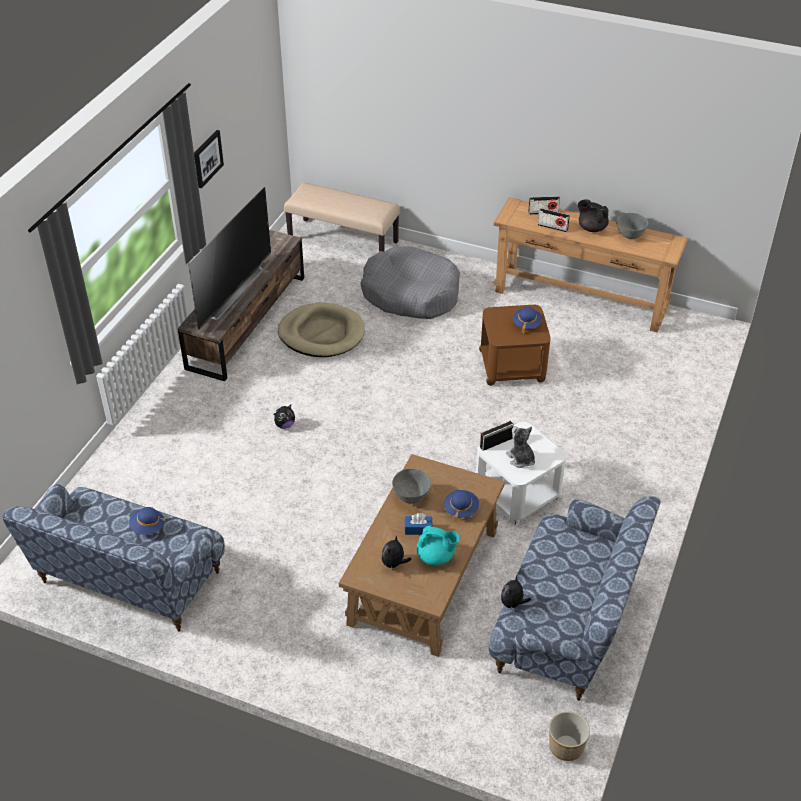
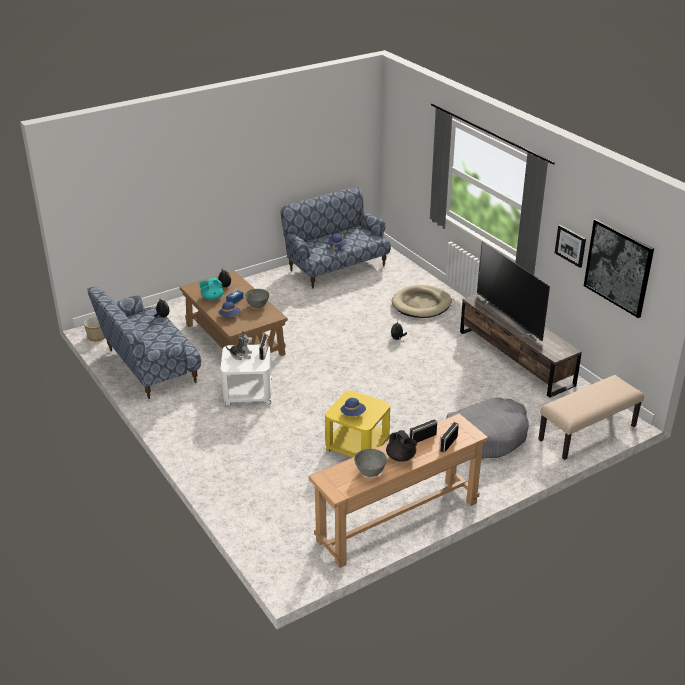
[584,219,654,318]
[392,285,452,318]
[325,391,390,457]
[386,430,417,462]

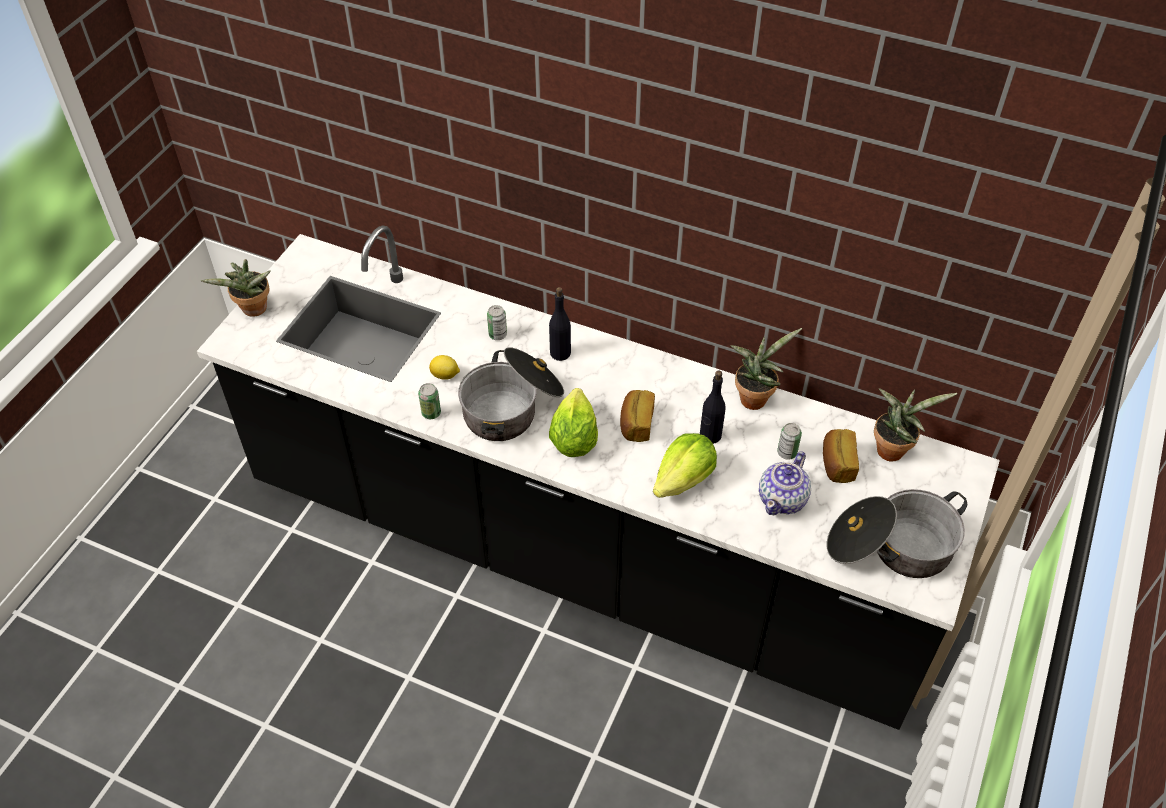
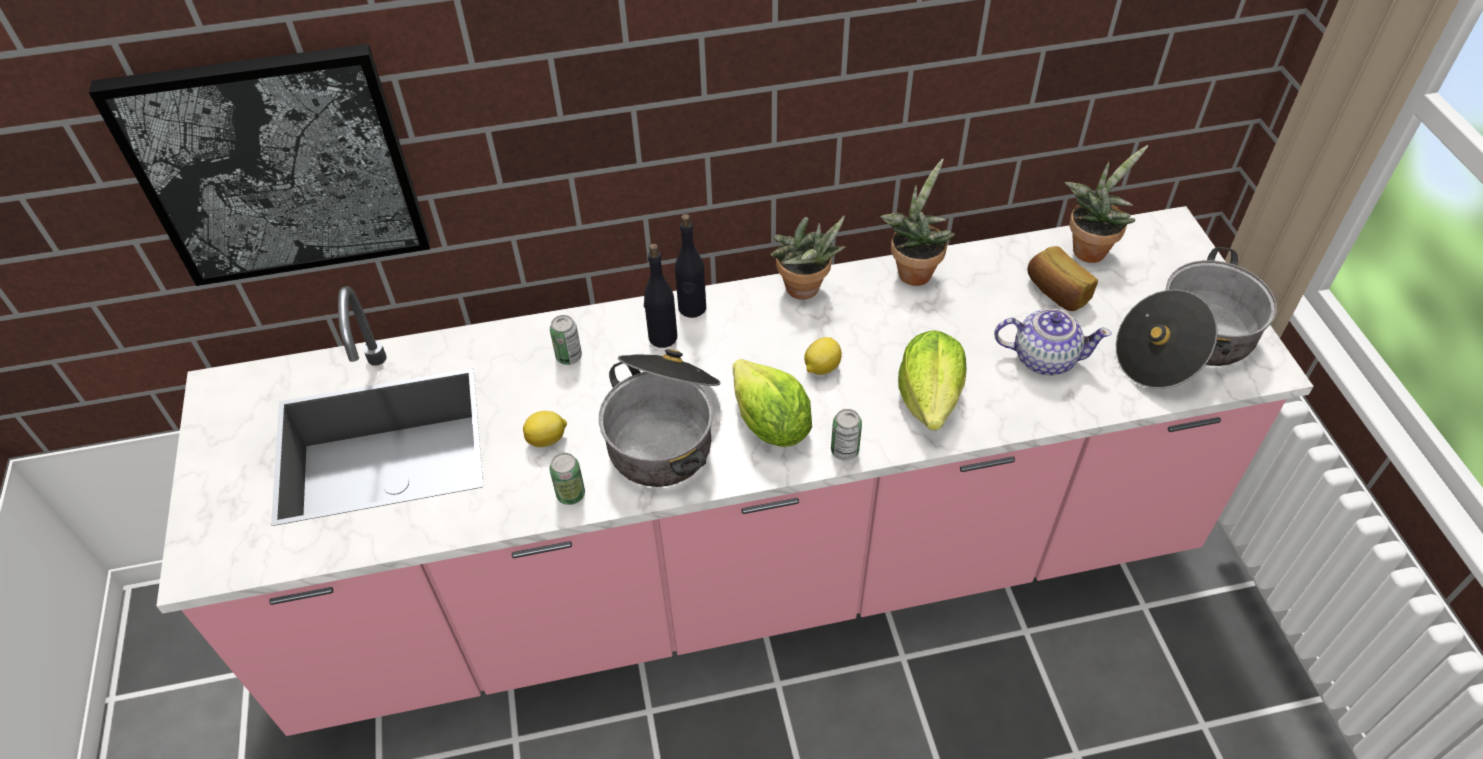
[89,44,430,286]
[771,216,846,300]
[675,214,706,318]
[831,409,862,461]
[804,337,842,375]
[156,206,1314,736]
[994,309,1112,375]

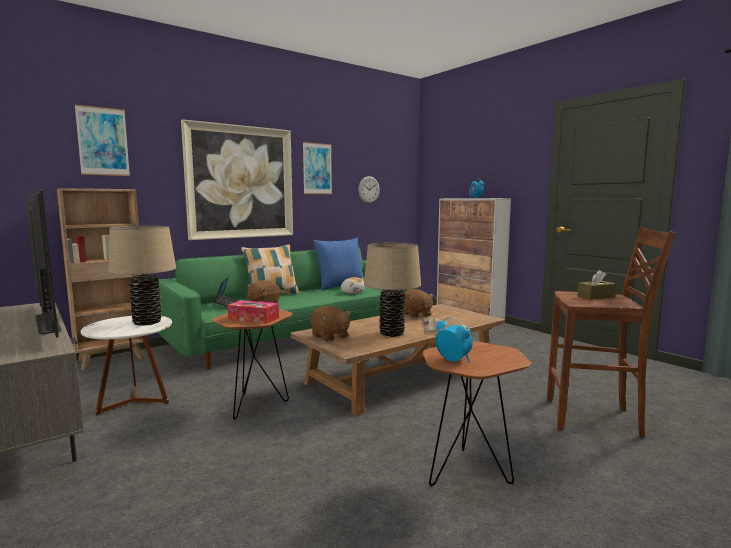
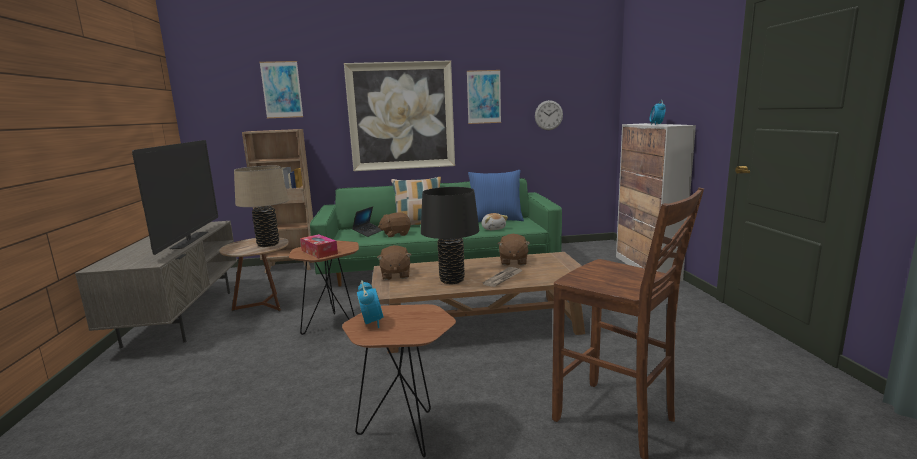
[577,270,616,300] (first image)
[219,237,289,311]
[421,187,479,284]

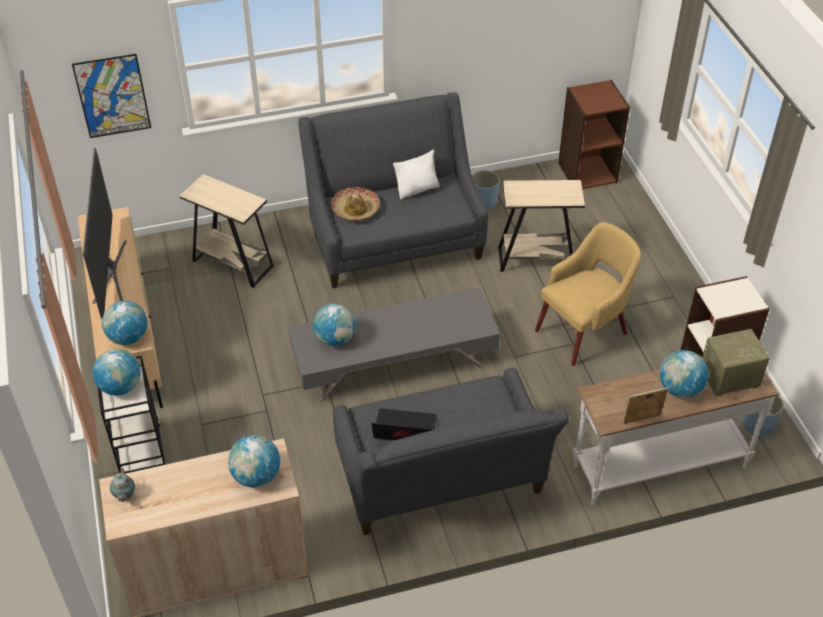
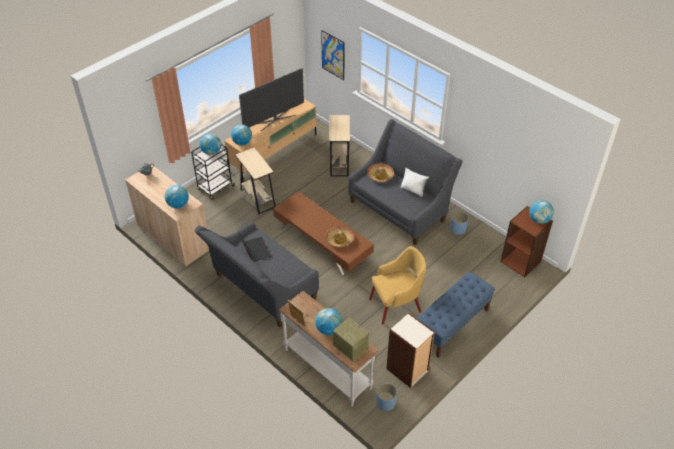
[325,226,354,247]
[417,271,495,358]
[529,200,554,224]
[235,148,276,214]
[273,191,374,275]
[369,246,426,325]

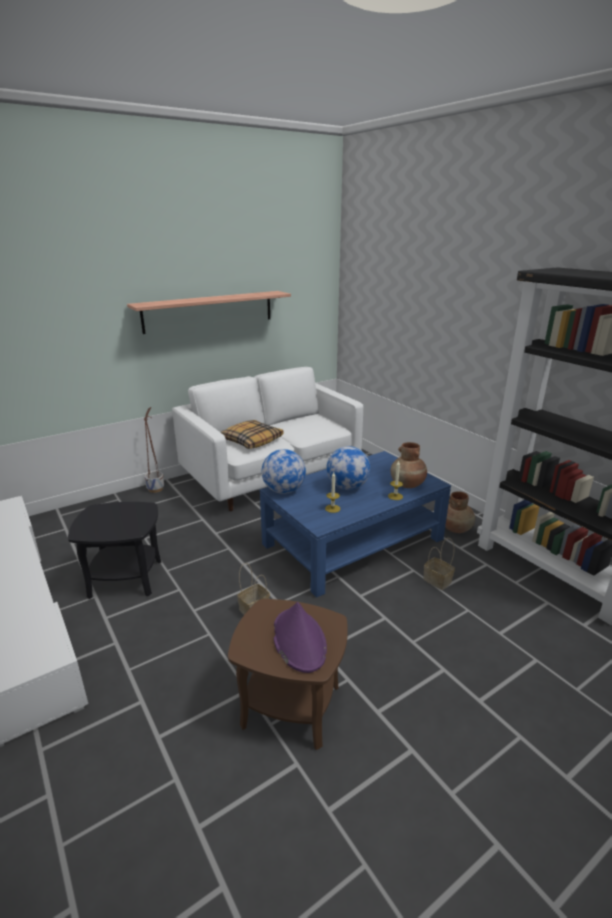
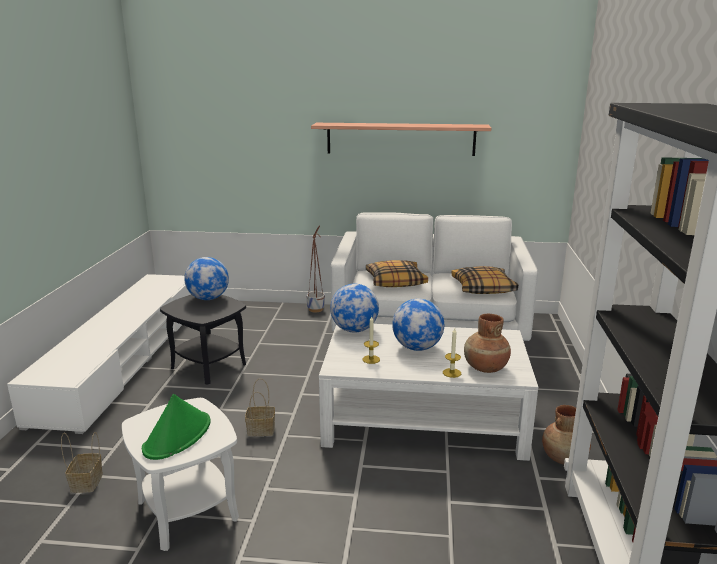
[184,257,229,300]
[451,266,518,294]
[61,432,103,493]
[122,398,239,551]
[319,324,538,461]
[142,394,211,460]

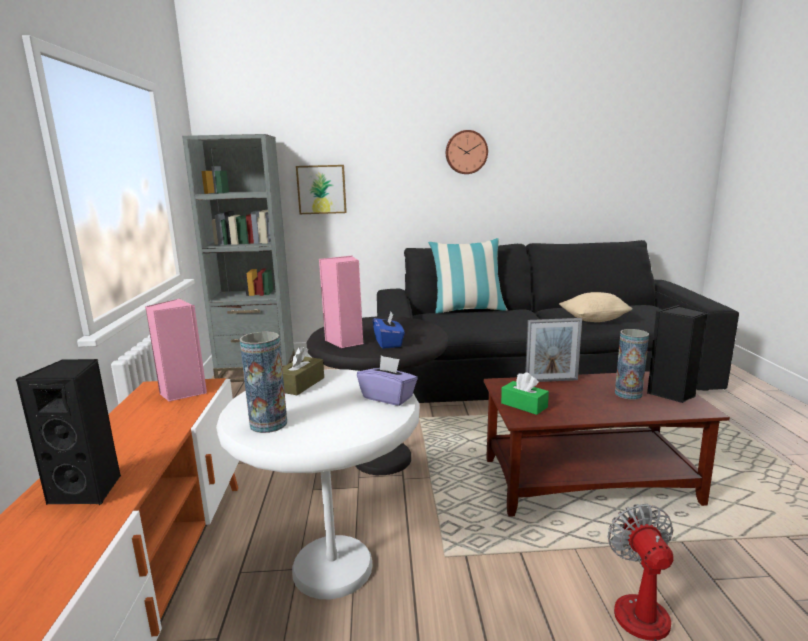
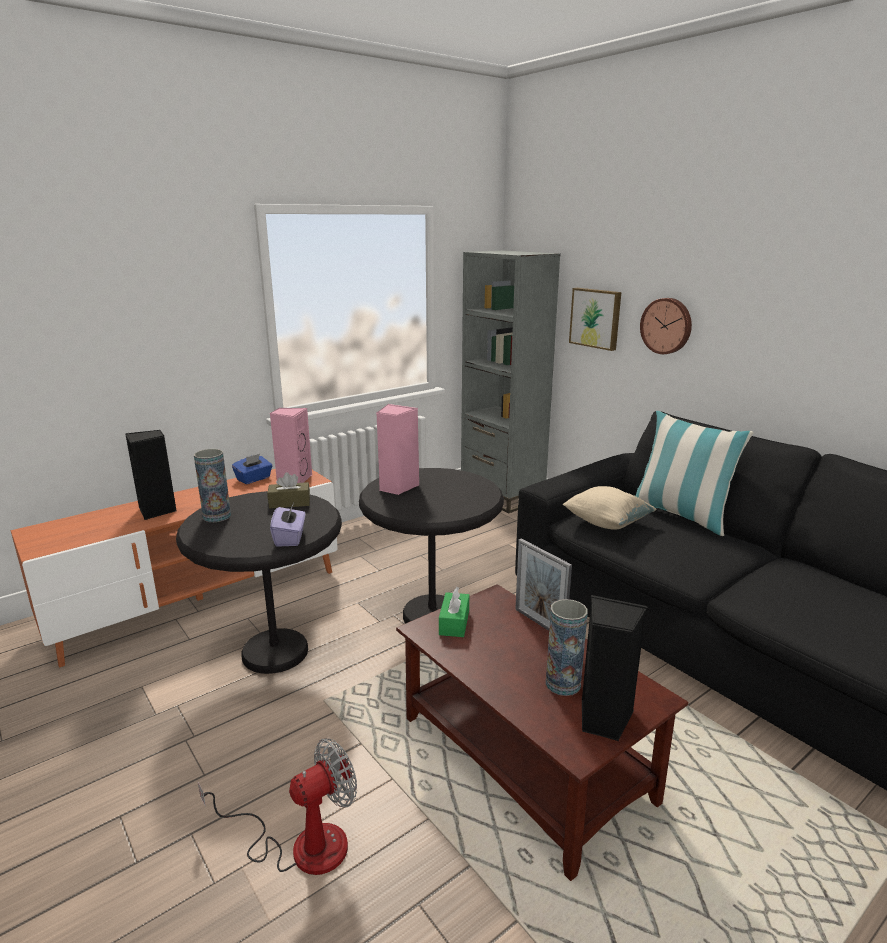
[232,454,272,484]
[640,298,692,354]
[562,486,657,530]
[176,491,342,674]

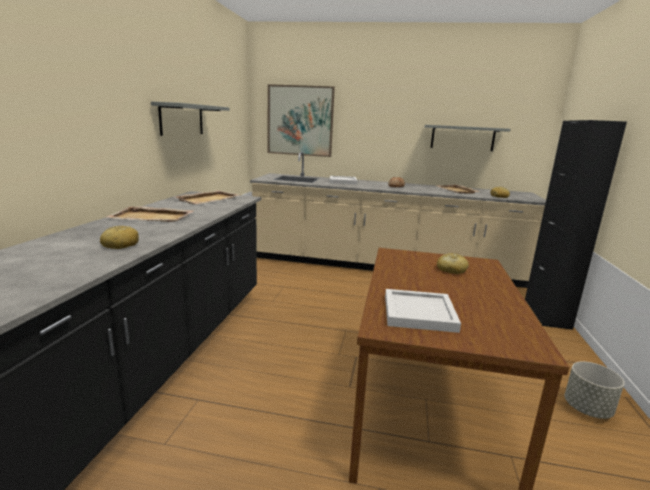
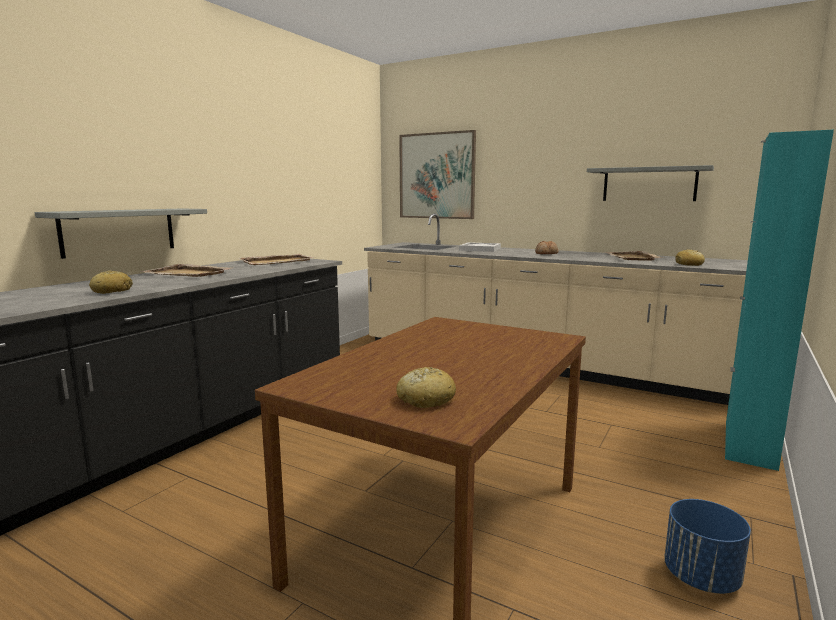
[385,289,461,333] (first image)
[35,209,207,259]
[396,367,456,408]
[725,130,834,471]
[664,499,751,594]

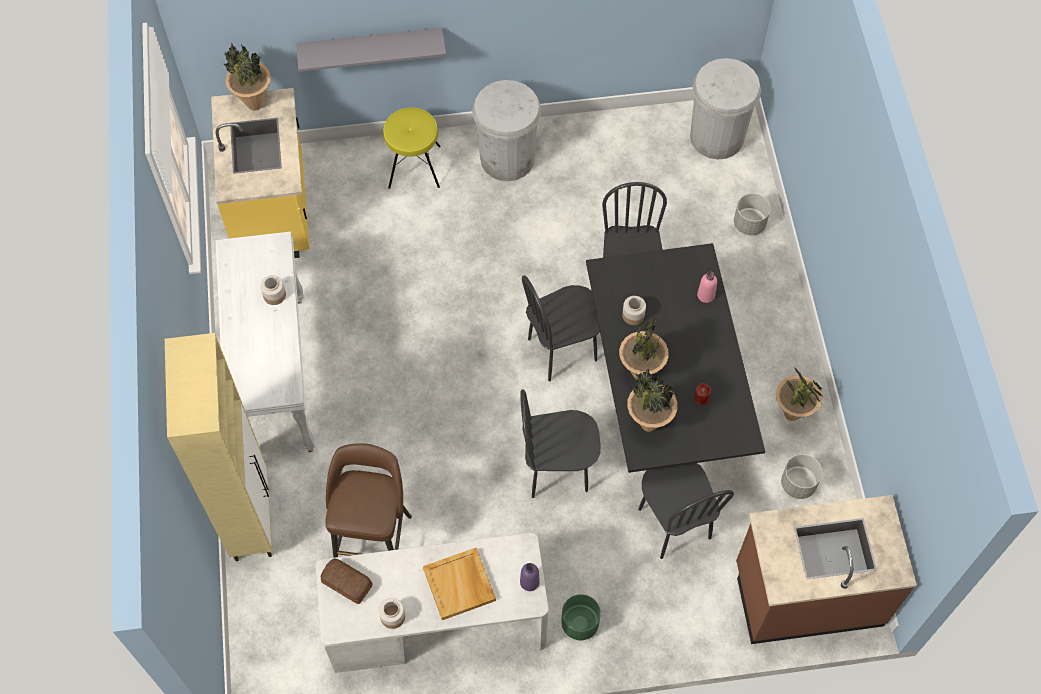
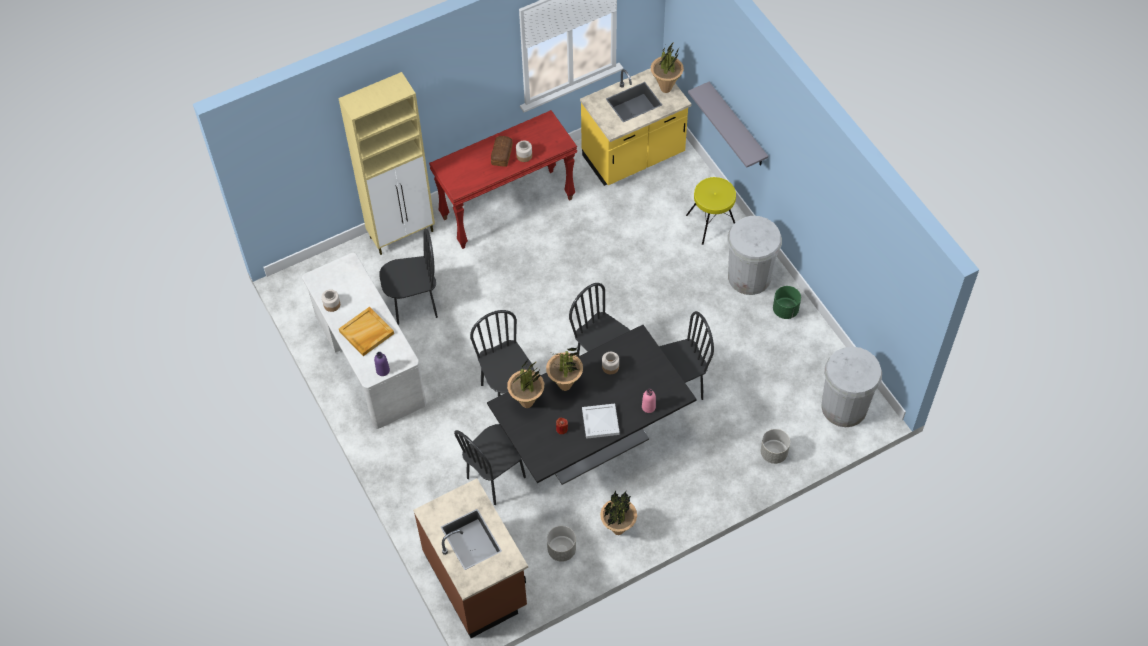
[582,403,620,439]
[491,136,513,167]
[773,286,801,319]
[379,228,438,325]
[429,110,577,249]

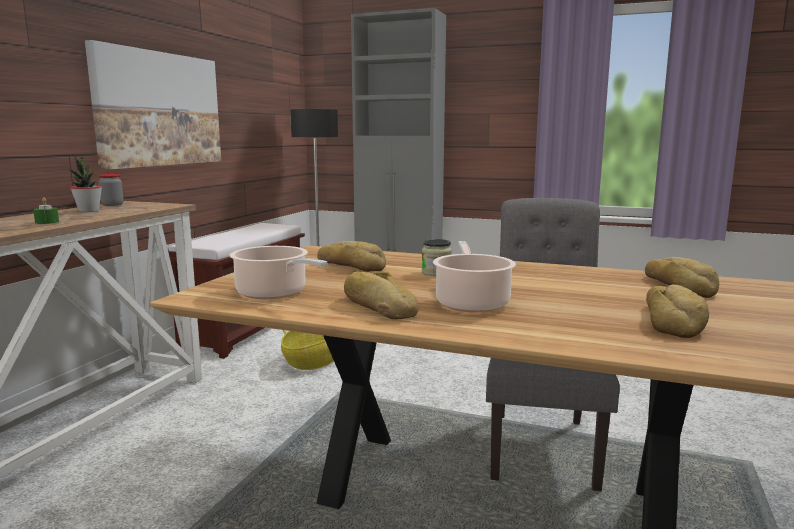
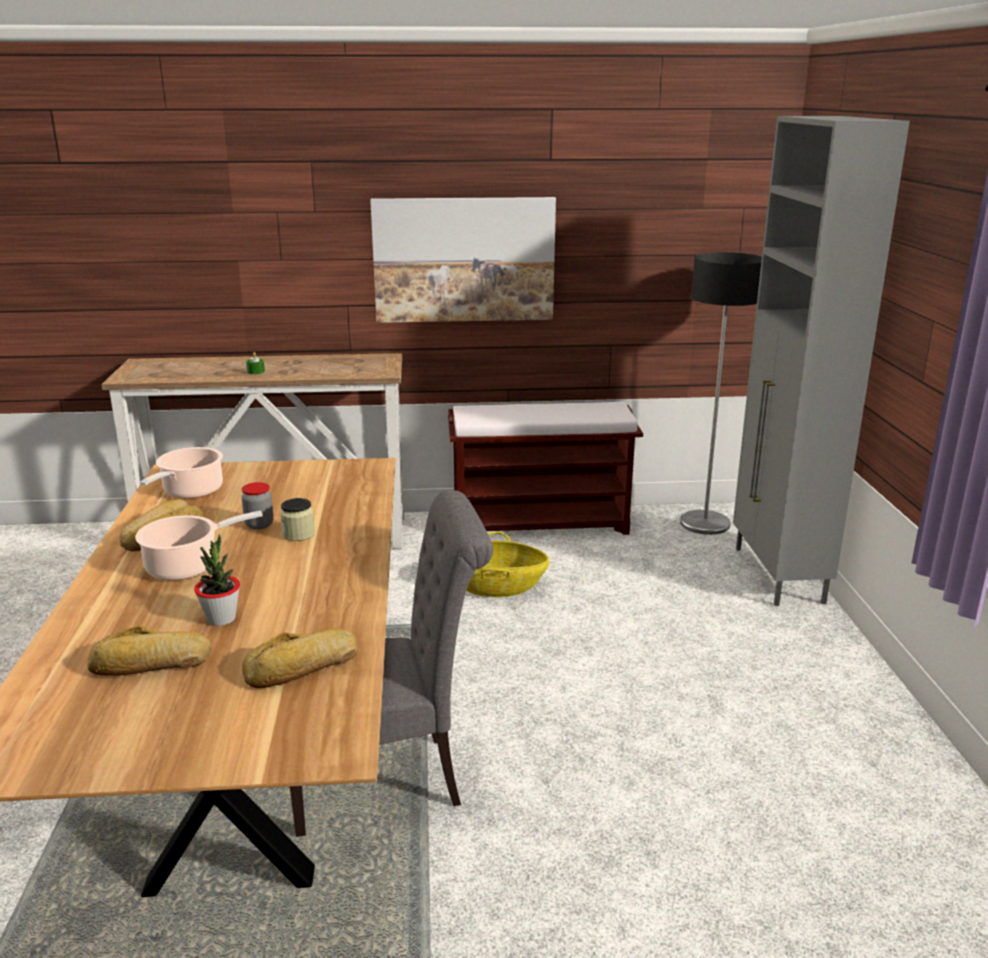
[317,241,386,272] (first image)
[194,534,240,626]
[241,482,273,530]

